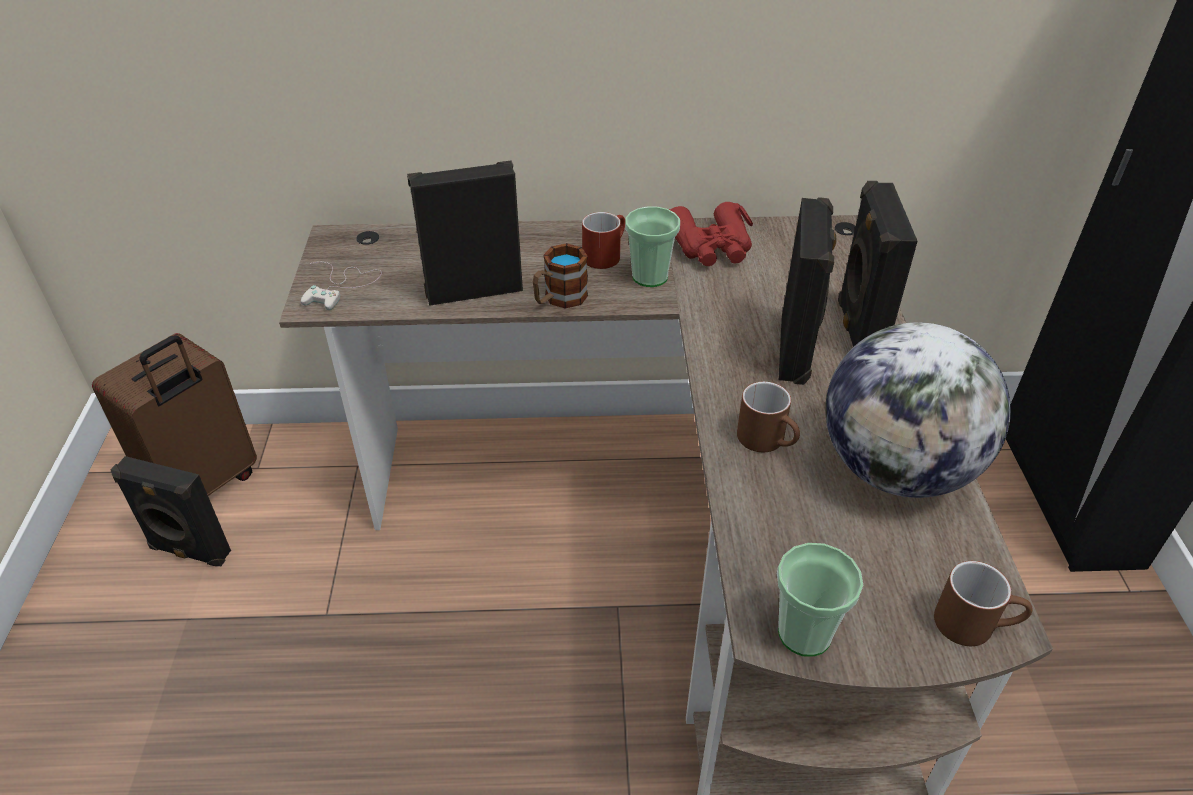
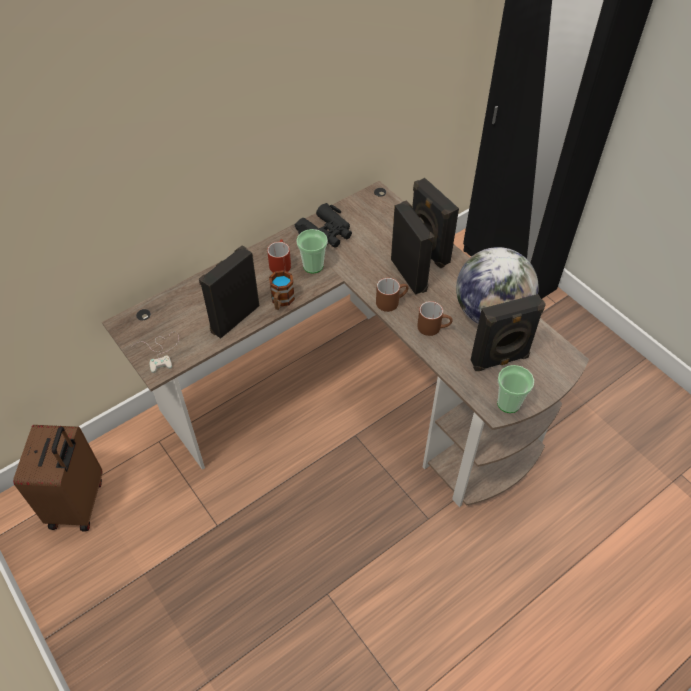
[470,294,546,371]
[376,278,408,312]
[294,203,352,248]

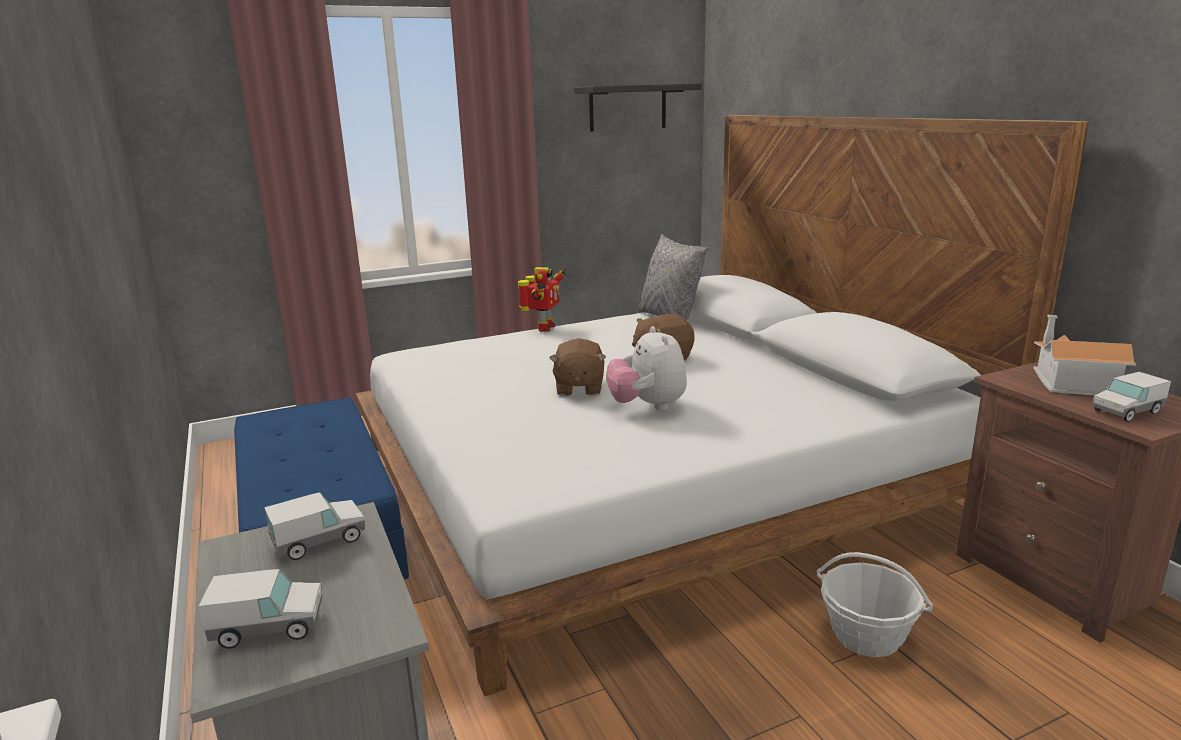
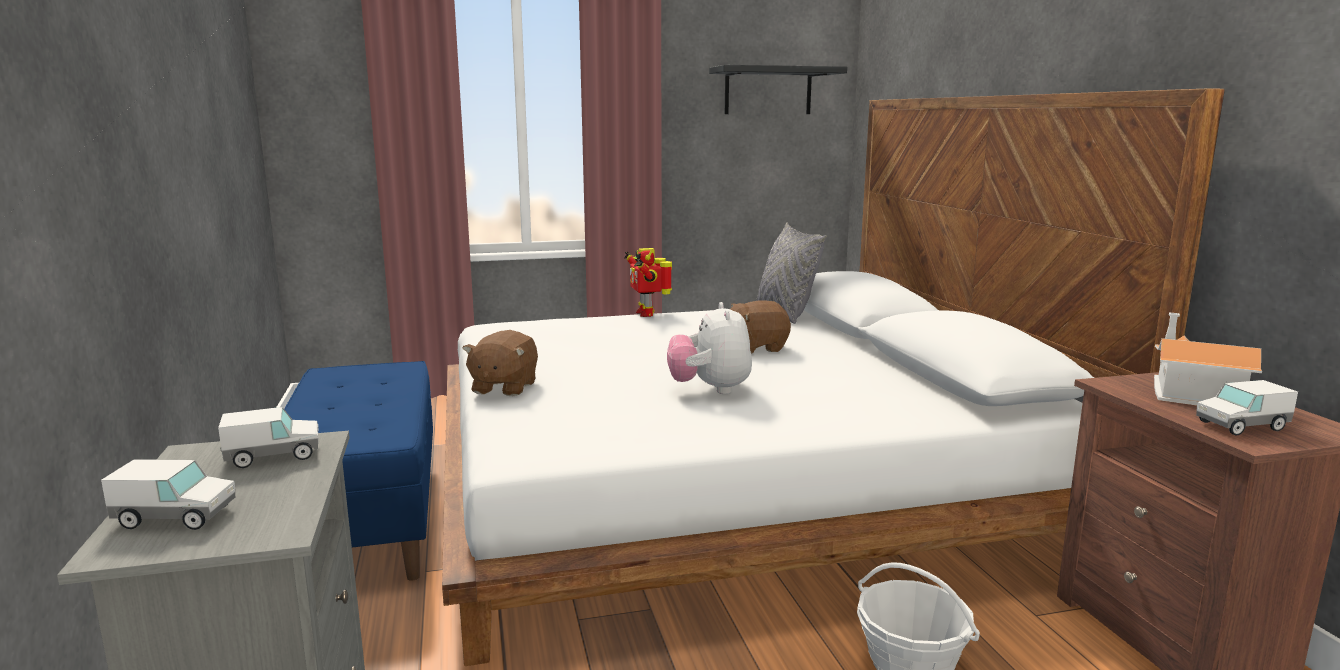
[463,330,538,396]
[624,248,672,317]

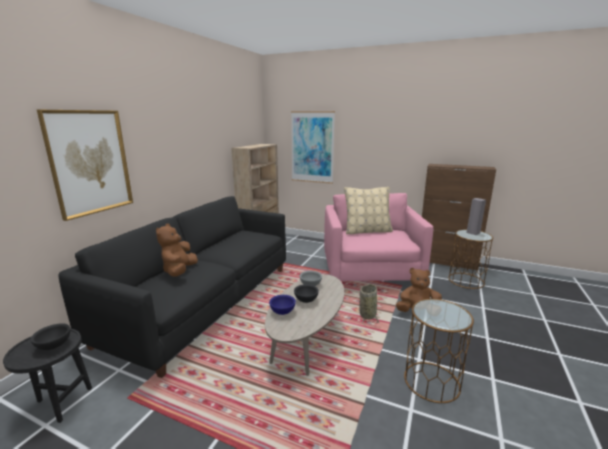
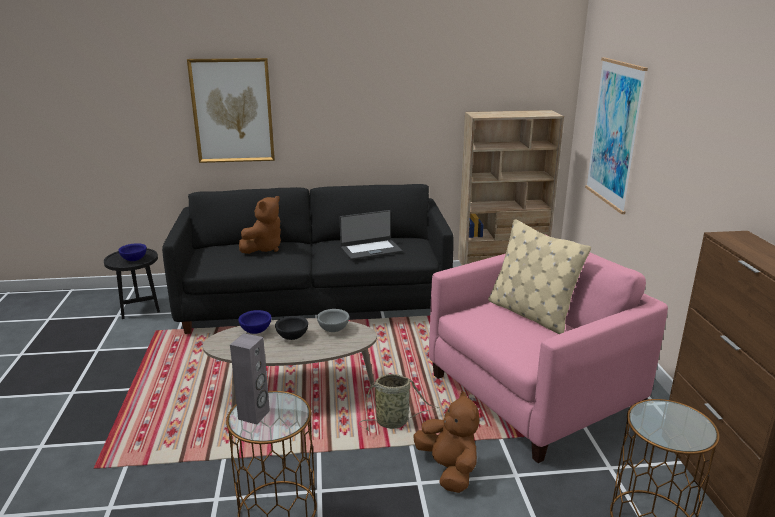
[340,210,403,260]
[230,333,270,424]
[118,243,147,261]
[239,196,281,254]

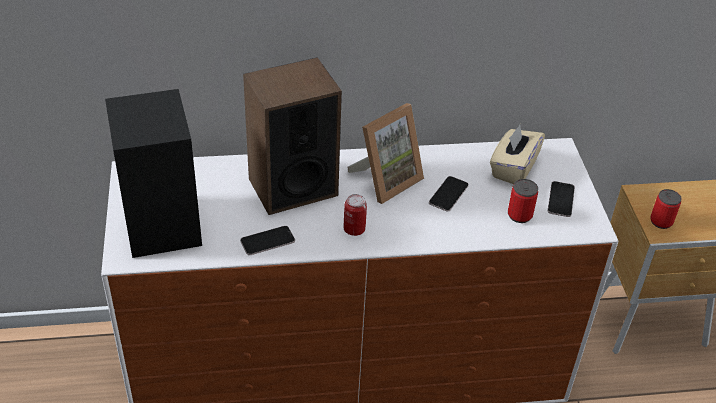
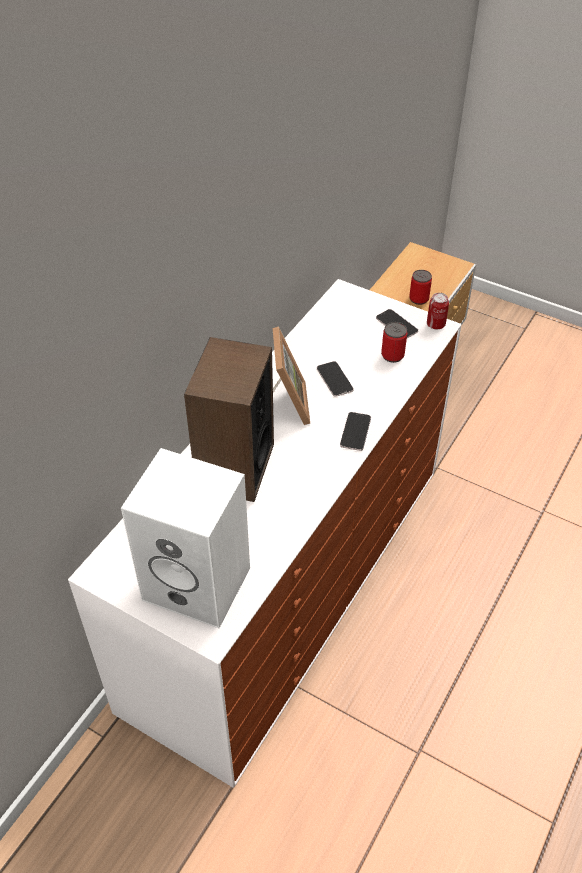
[490,125,545,184] (first image)
[340,412,371,451]
[427,293,449,329]
[121,448,250,628]

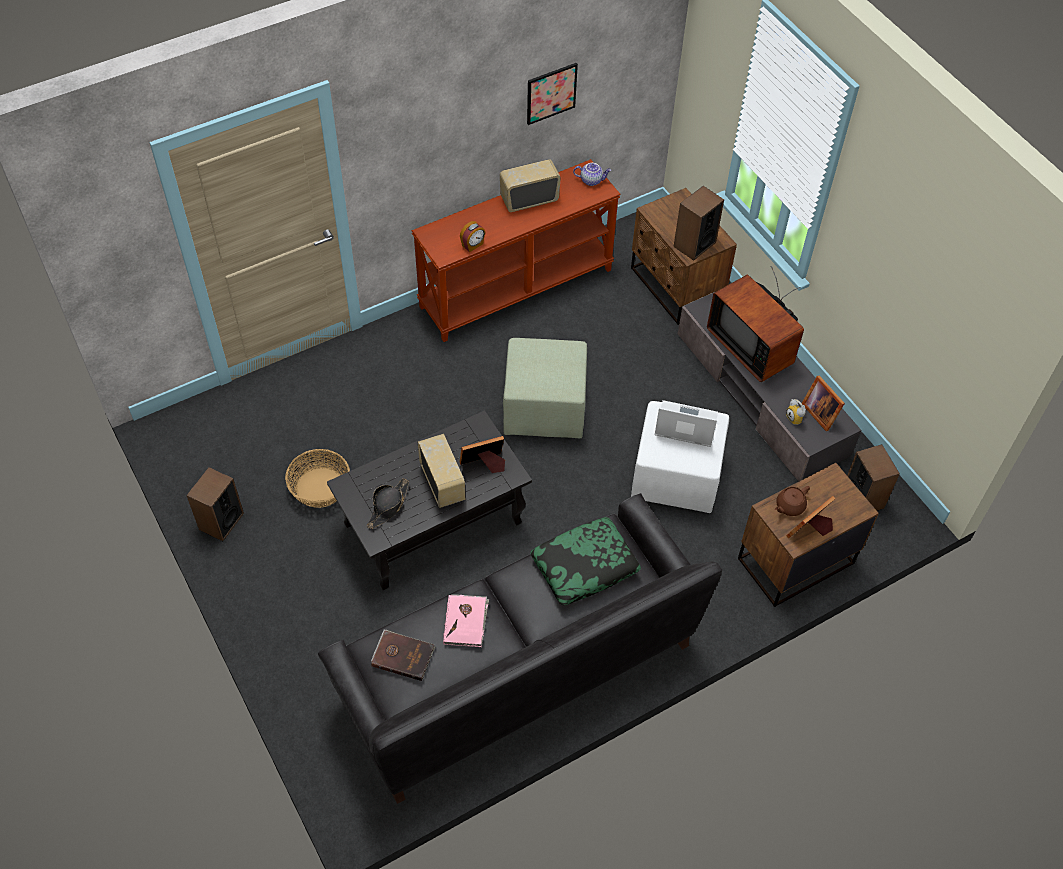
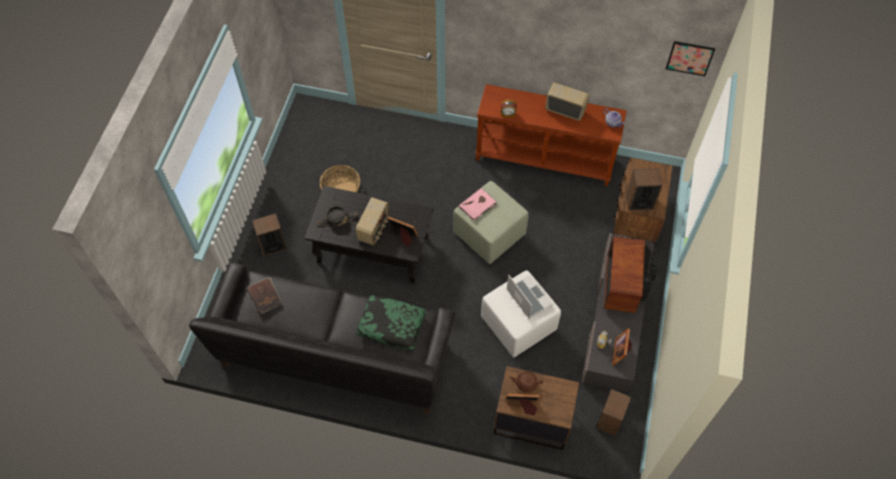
[252,213,287,257]
[459,188,497,221]
[666,41,715,76]

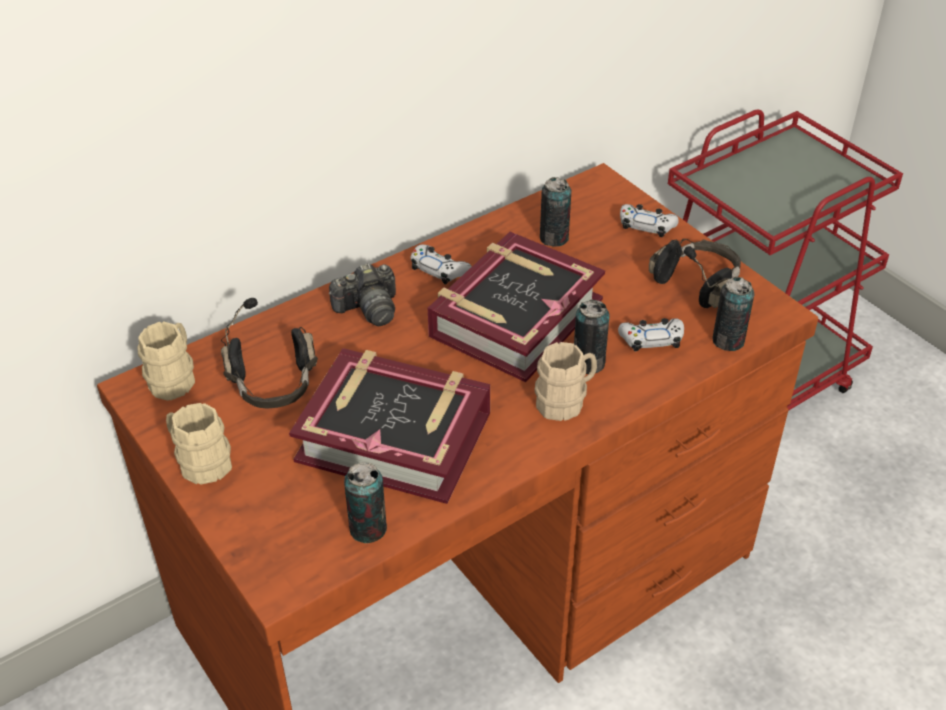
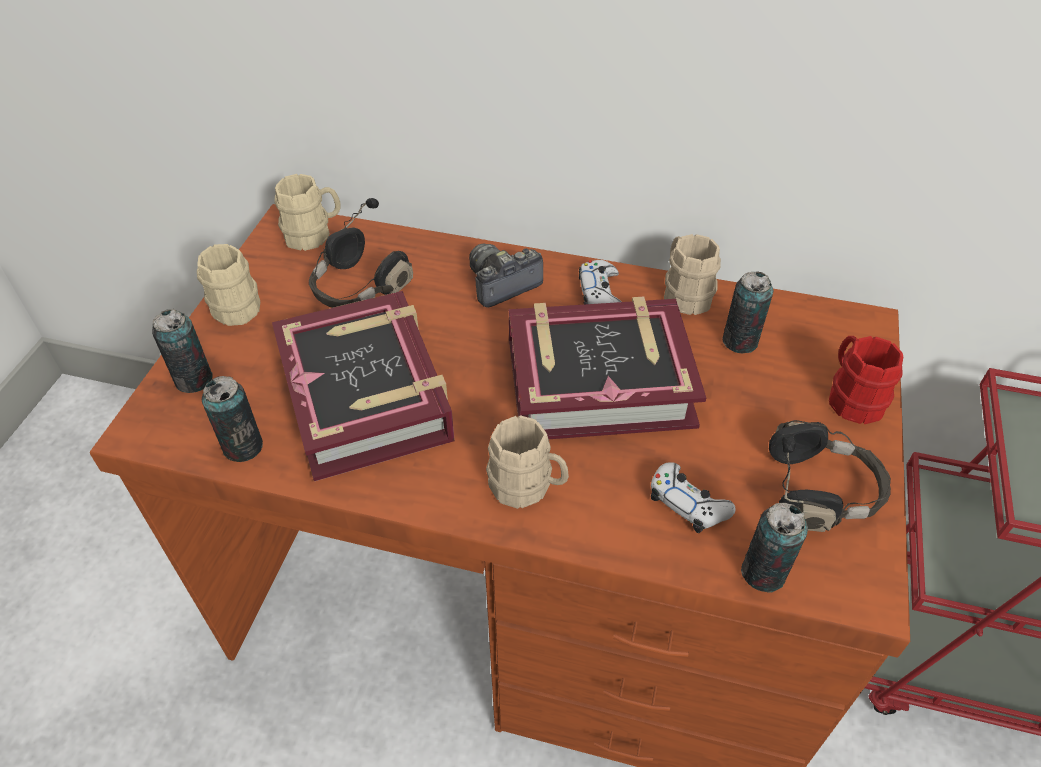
[664,234,721,315]
[152,309,213,393]
[829,336,904,424]
[469,244,543,308]

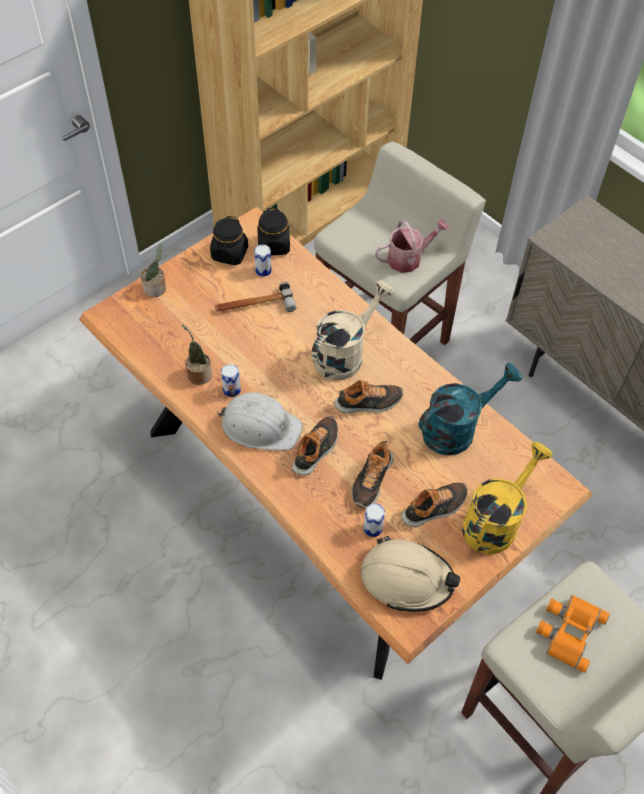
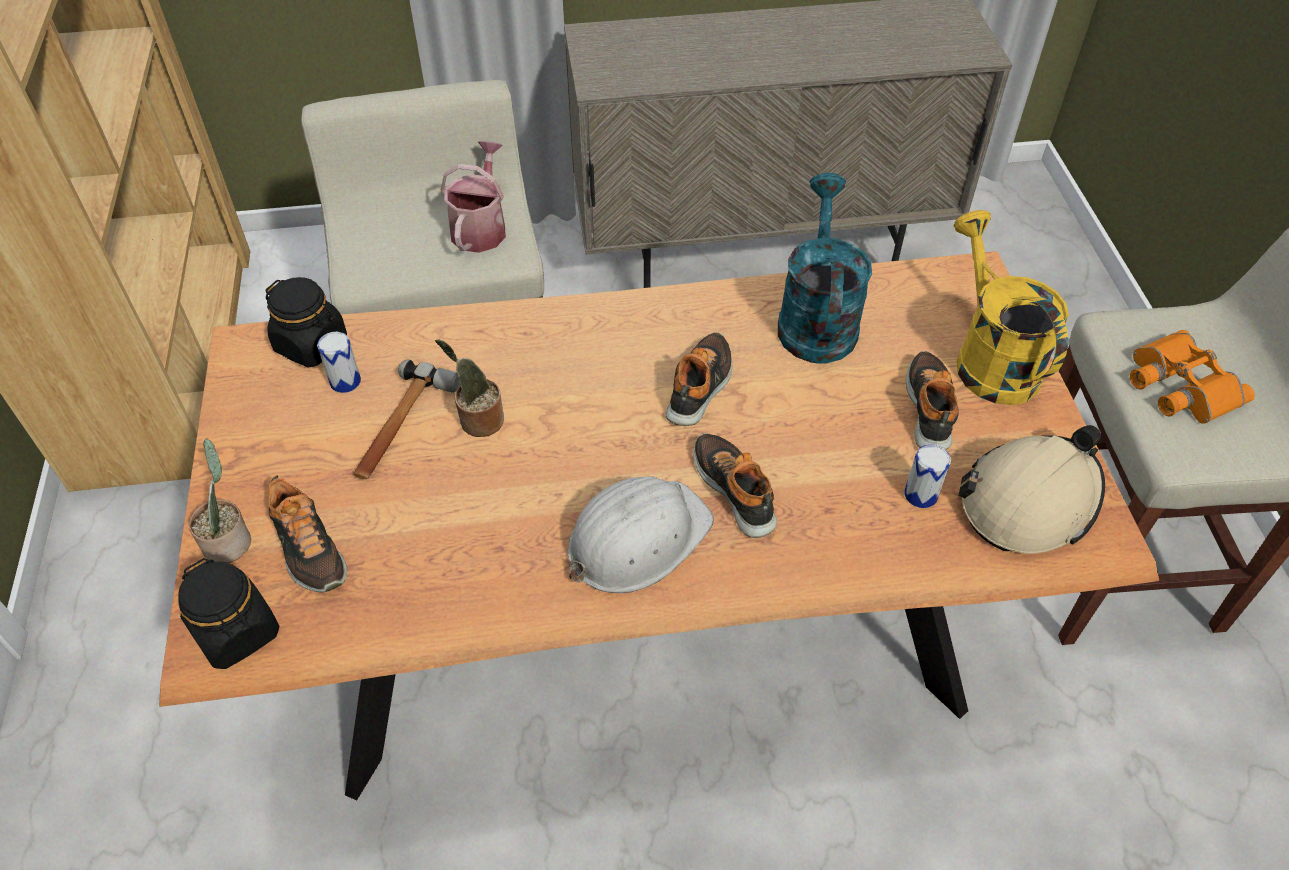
[221,364,241,397] (first image)
[311,280,394,380] (first image)
[435,339,504,437]
[178,558,279,669]
[269,475,347,592]

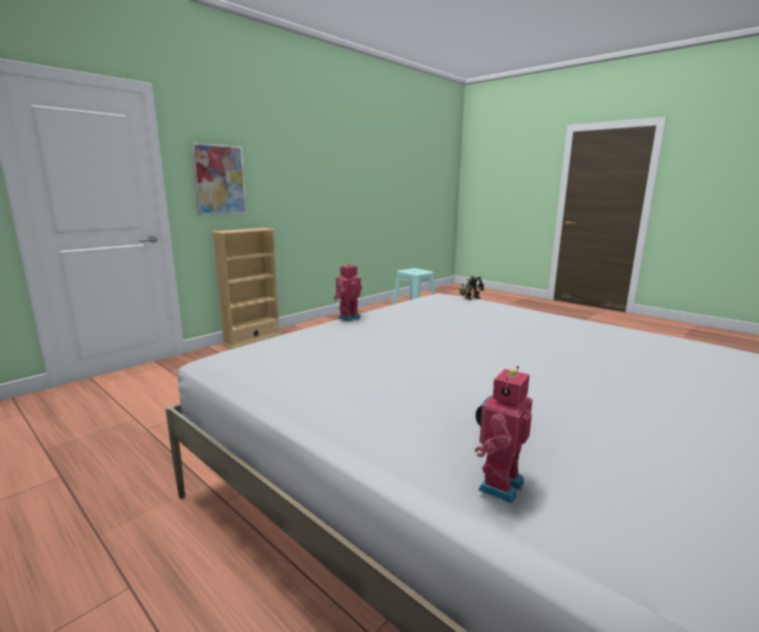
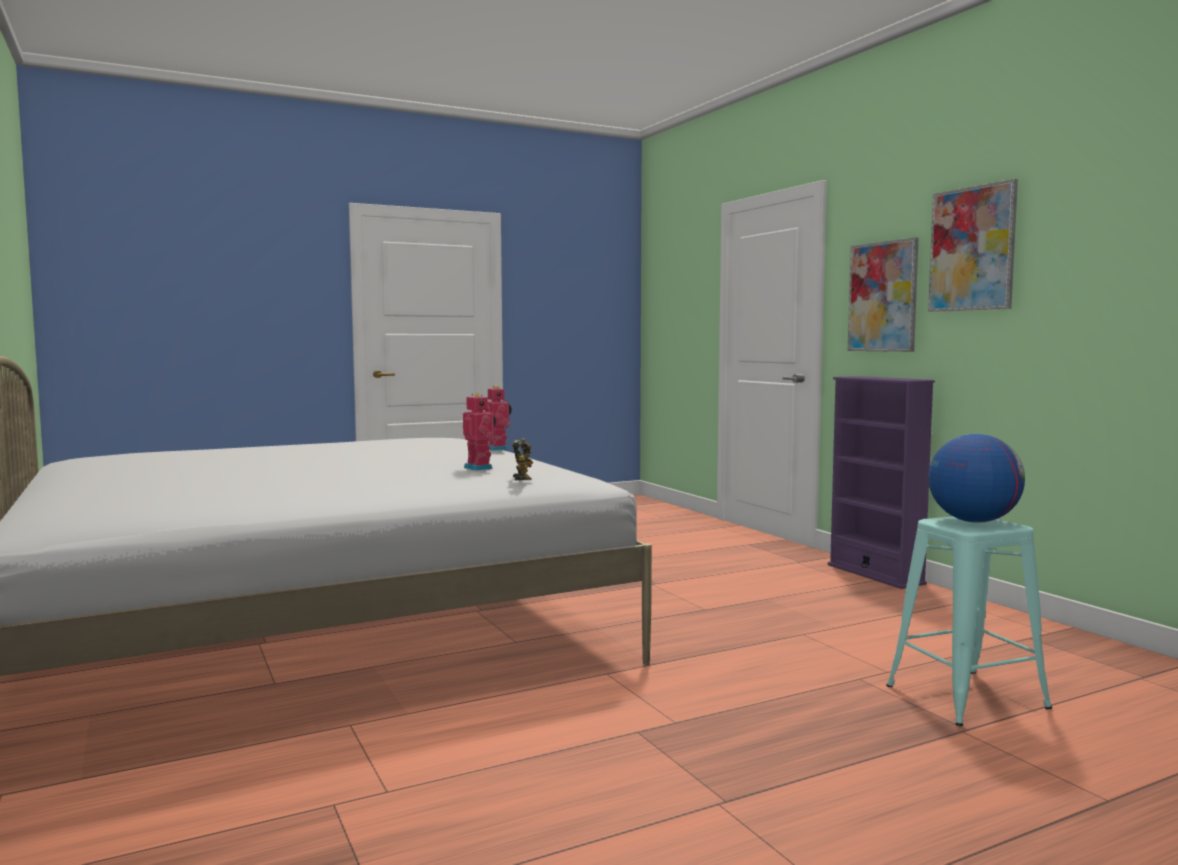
[928,179,1018,312]
[928,434,1025,523]
[463,393,497,471]
[828,376,935,589]

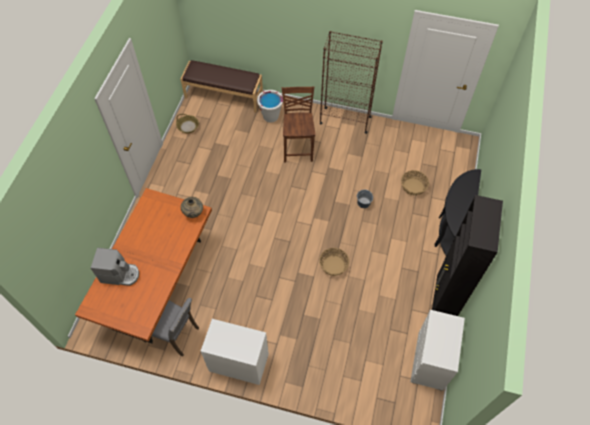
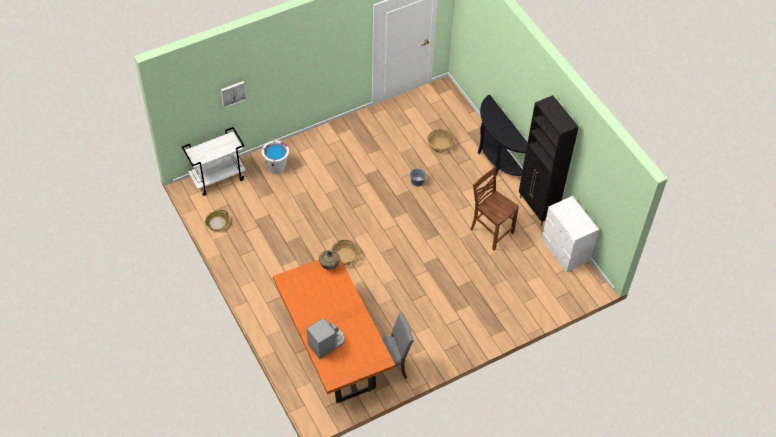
[201,319,269,385] (first image)
[320,31,383,134] (first image)
[221,81,247,108]
[470,167,519,251]
[331,239,359,265]
[182,127,246,196]

